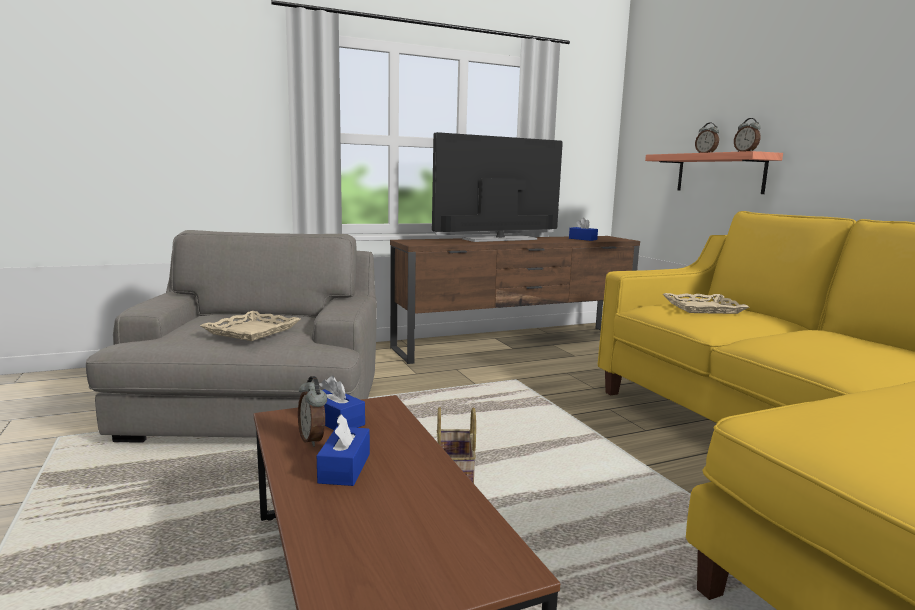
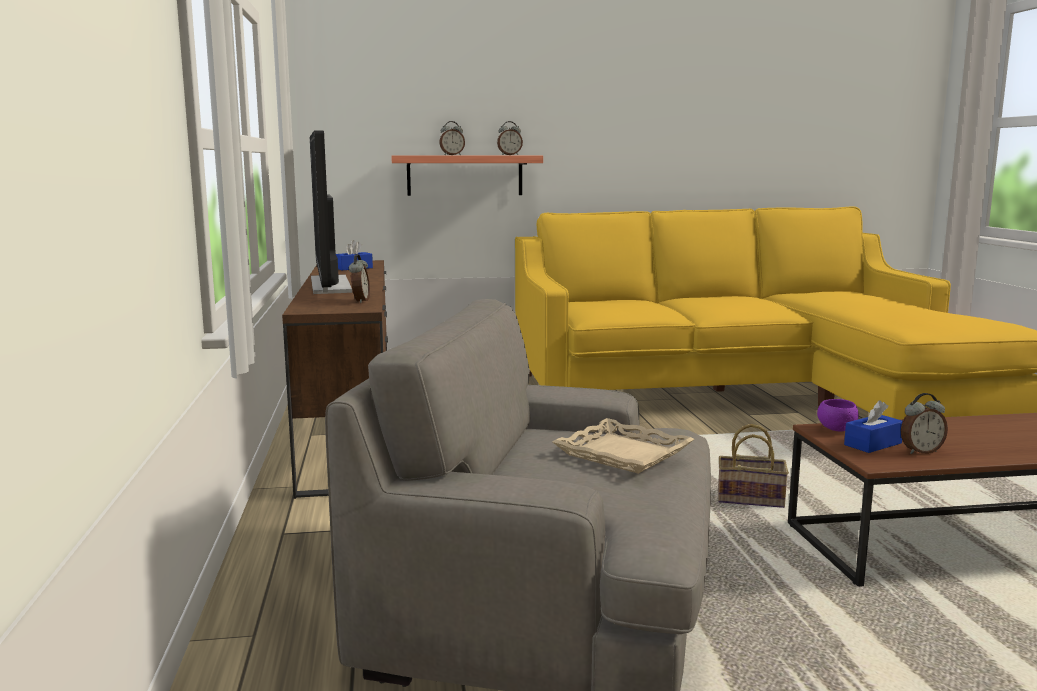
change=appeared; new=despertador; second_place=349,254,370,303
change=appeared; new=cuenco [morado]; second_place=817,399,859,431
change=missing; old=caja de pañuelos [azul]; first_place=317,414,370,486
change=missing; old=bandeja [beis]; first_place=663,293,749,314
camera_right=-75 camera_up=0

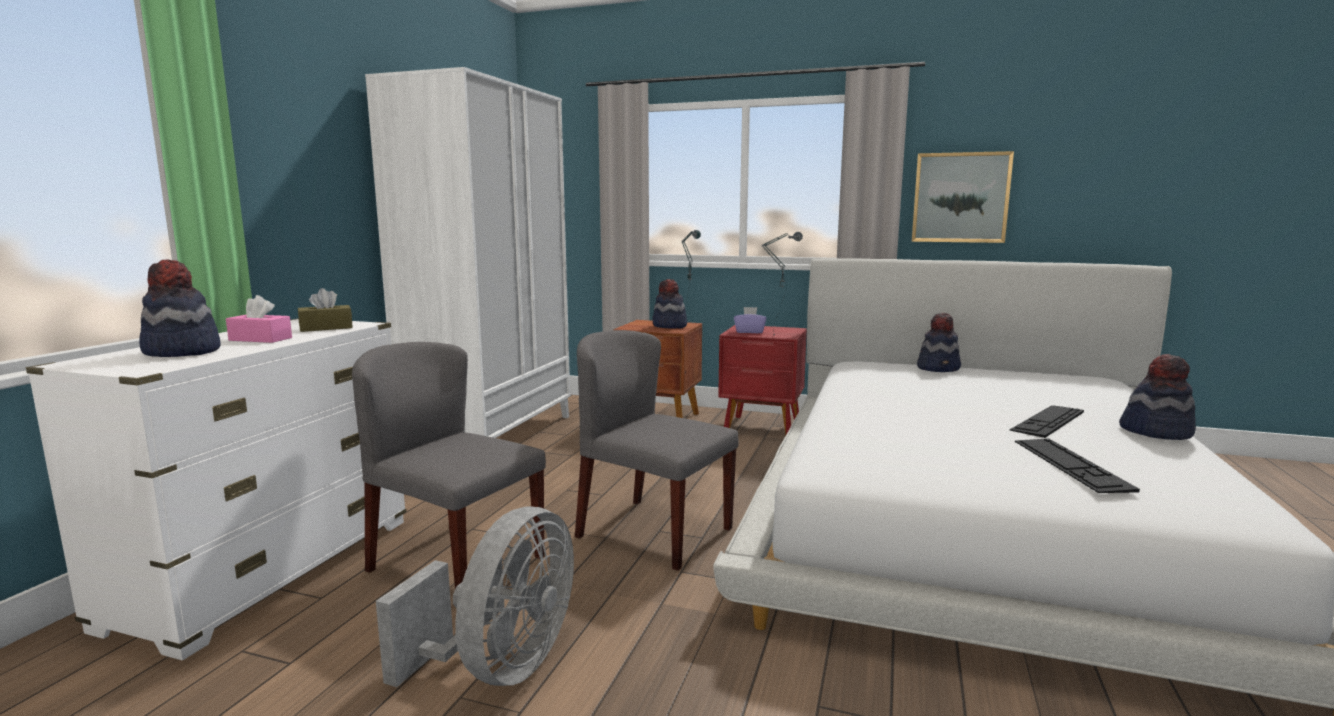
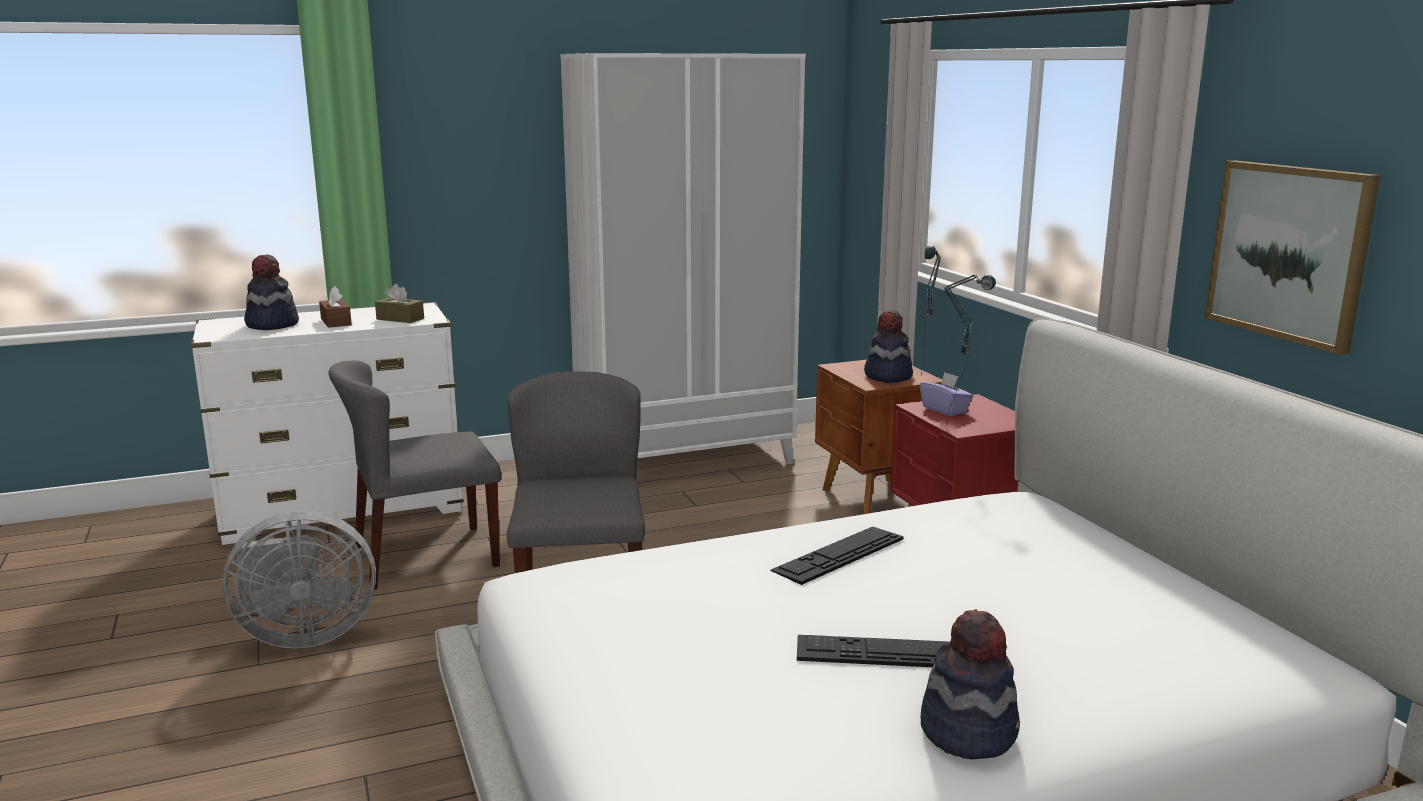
change=colour; old=caja de pañuelos [rosa]; new=caja de pañuelos [marrón]; first_place=226,295,292,343; second_place=319,286,352,328
change=spun; old=silla [gris]; first_place=352,342,546,589; second_place=329,360,501,590; degrees=-105
change=relocated; old=teclado; first_place=1015,438,1140,493; second_place=771,527,904,585
change=missing; old=sombrero; first_place=917,313,961,372
camera_right=50 camera_up=5

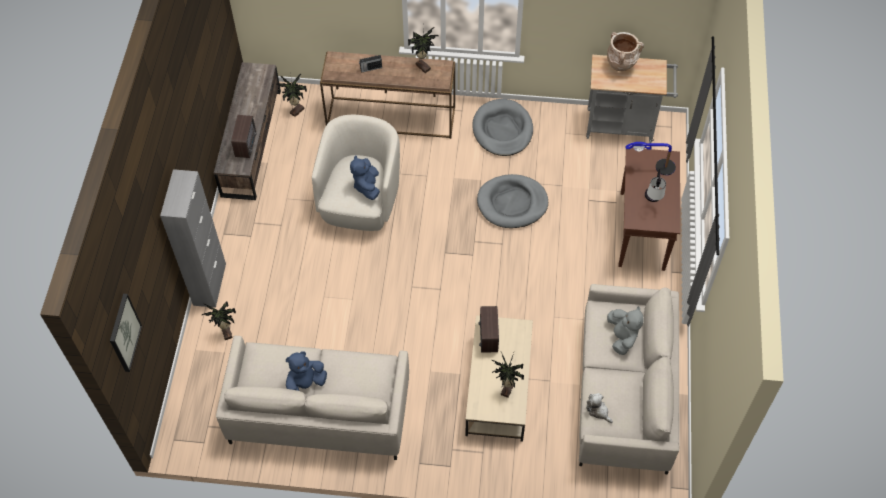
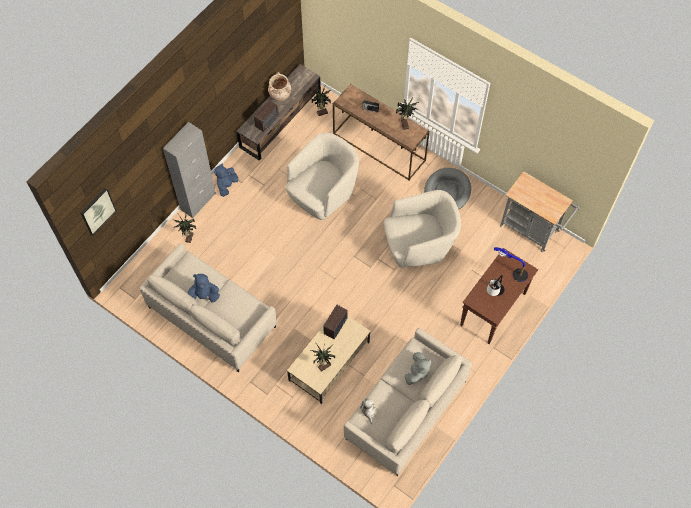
change=relocated; old=peluche [azul]; first_place=350,155,380,200; second_place=214,164,238,197
change=relocated; old=florero [beis]; first_place=607,32,644,71; second_place=268,72,291,101
change=exchanged; old=cama para perro [gris]; new=sillón [beis]; first_place=477,174,548,228; second_place=384,190,461,268
camera_right=30 camera_up=5

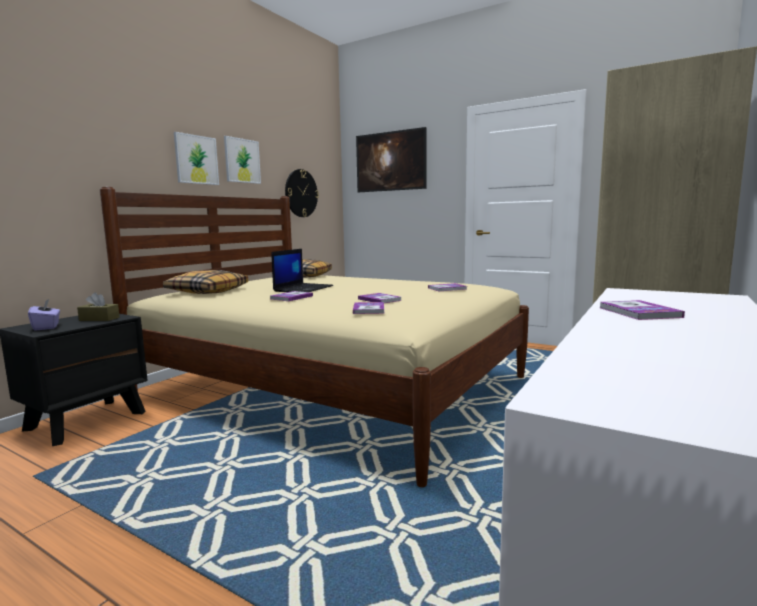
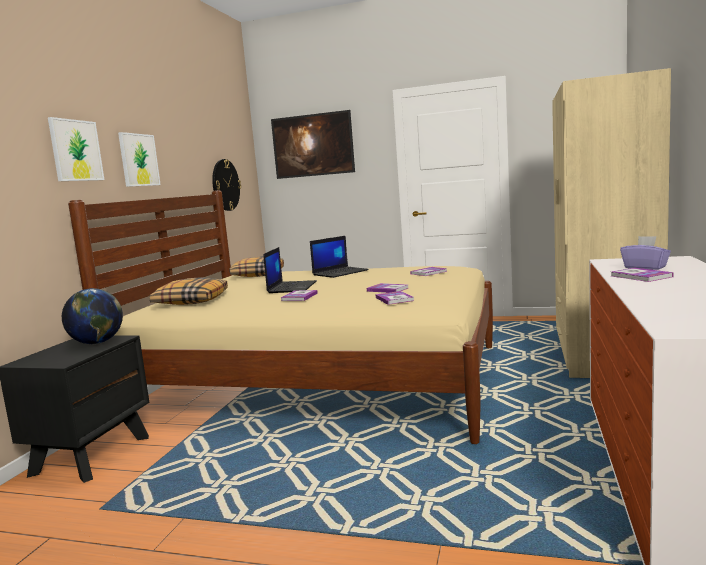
change=relocated; old=cuadro; first_place=224,136,261,184; second_place=48,117,104,181
change=exchanged; old=caja de pañuelos [marrón]; new=globo terráqueo; first_place=77,292,120,321; second_place=62,288,123,344
change=appeared; new=portátil; second_place=310,236,369,278
change=relocated; old=caja de pañuelos [morado]; first_place=28,299,60,331; second_place=620,236,671,270
camera_right=-15 camera_up=0

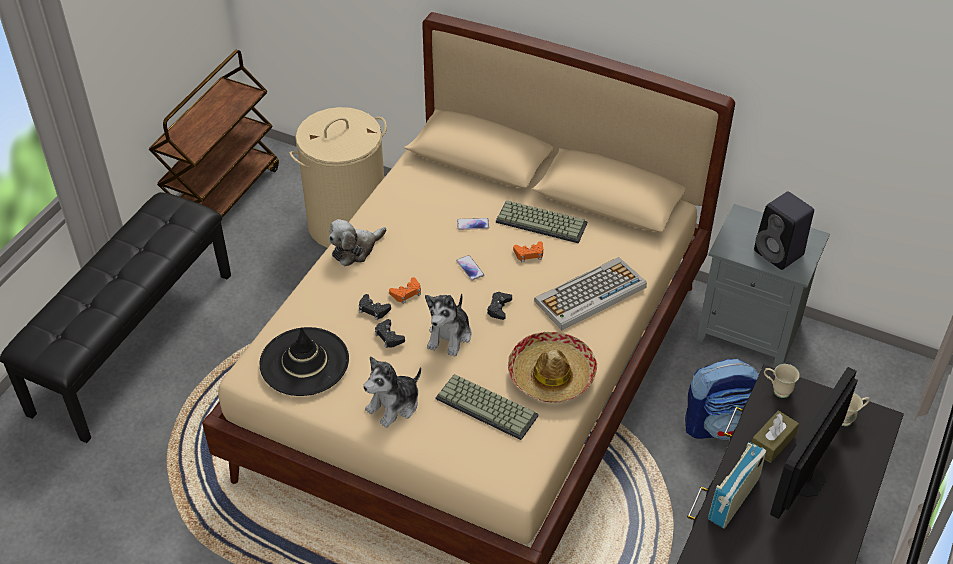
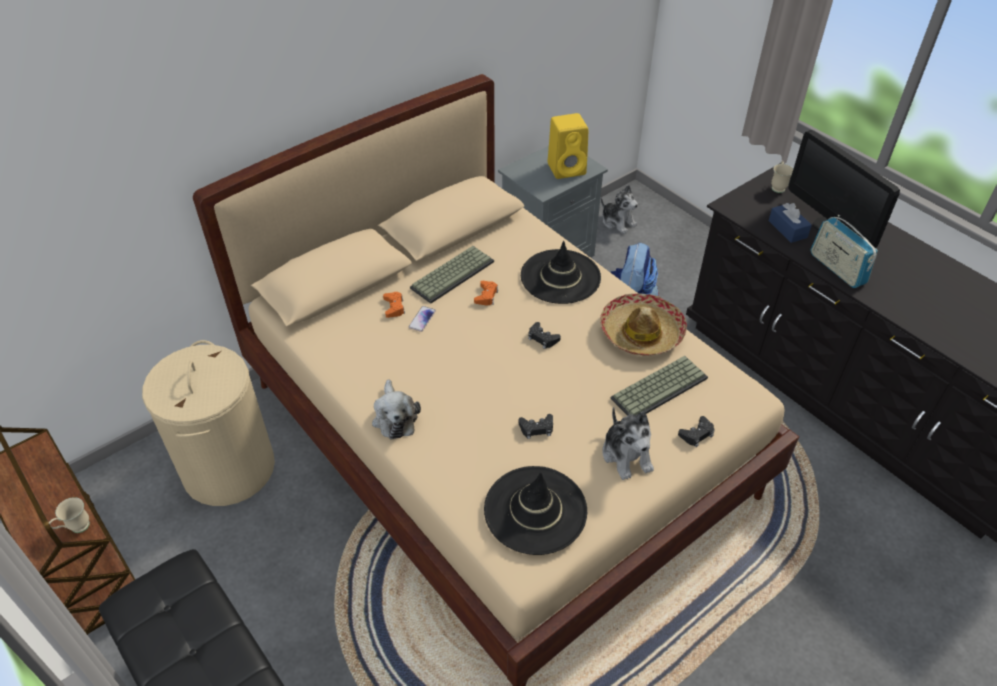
change=relocated; old=taza grande [beis]; first_place=764,364,800,398; second_place=49,497,90,533
change=relocated; old=mando de consola [naranja]; first_place=389,277,421,303; second_place=383,292,405,318
change=exchanged; old=teclado; new=sombrero [negro]; first_place=534,257,647,330; second_place=521,241,601,304
change=colour; old=altavoz [negro]; new=altavoz [amarillo]; first_place=754,191,814,270; second_place=548,113,588,179
change=relocated; old=peluche; first_place=425,293,472,357; second_place=601,185,638,234
change=relocated; old=mando de consola [negro]; first_place=359,294,391,320; second_place=678,416,715,447
change=colour; old=caja de pañuelos [marrón]; new=caja de pañuelos [azul]; first_place=752,411,799,463; second_place=769,203,812,243
change=missing; old=móvil; first_place=456,255,484,281
camera_right=-65 camera_up=0

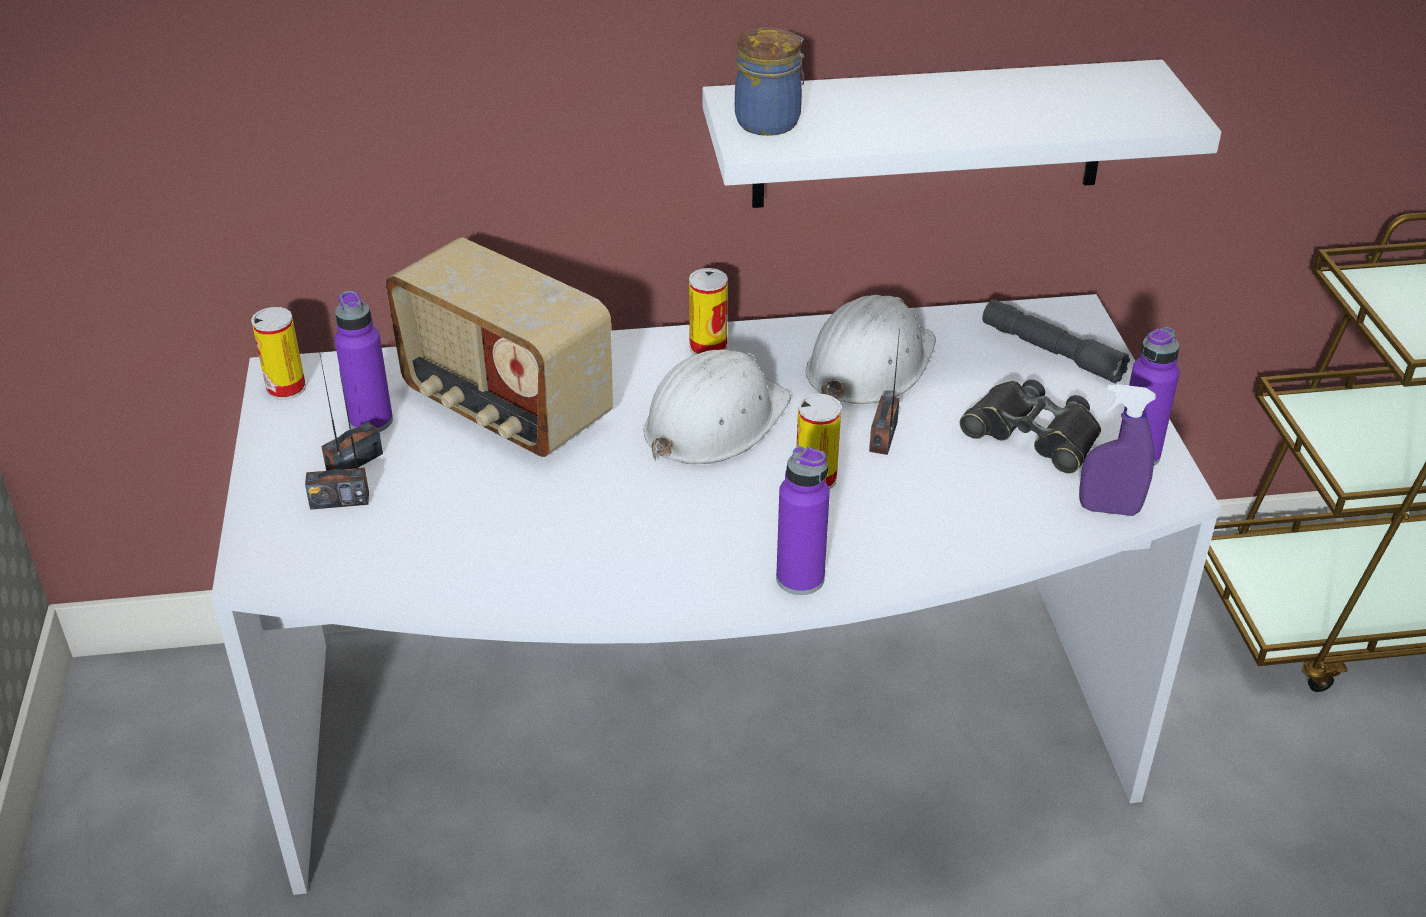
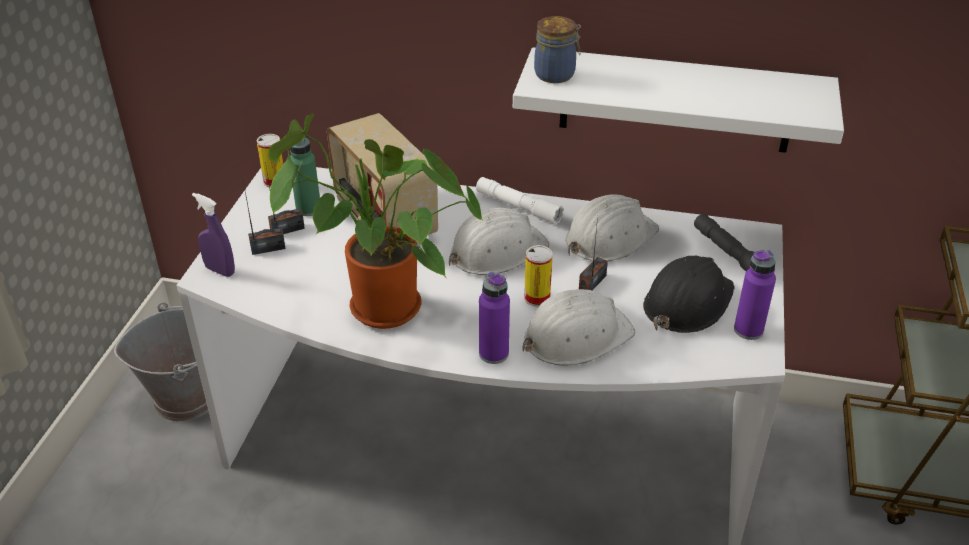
change=appeared; new=cubo [gris]; second_place=114,302,208,421
change=relocated; old=pulverizador [morado]; first_place=1079,384,1156,516; second_place=192,193,235,277
change=spun; old=radio; first_place=305,369,369,510; second_place=243,181,286,255; degrees=150
change=appeared; new=planta en maceta; second_place=268,114,483,329
change=colour; old=botella [morado]; new=botella [verde]; first_place=334,291,393,432; second_place=290,136,320,216
change=exchanged; old=lata; new=linterna [blanco]; first_place=689,268,728,355; second_place=476,177,564,225
change=appeared; new=casco [blanco]; second_place=522,289,635,366
change=exchanged; old=prismáticos [negro]; new=casco [negro]; first_place=960,379,1101,474; second_place=643,256,735,333
camera_right=20 camera_up=0

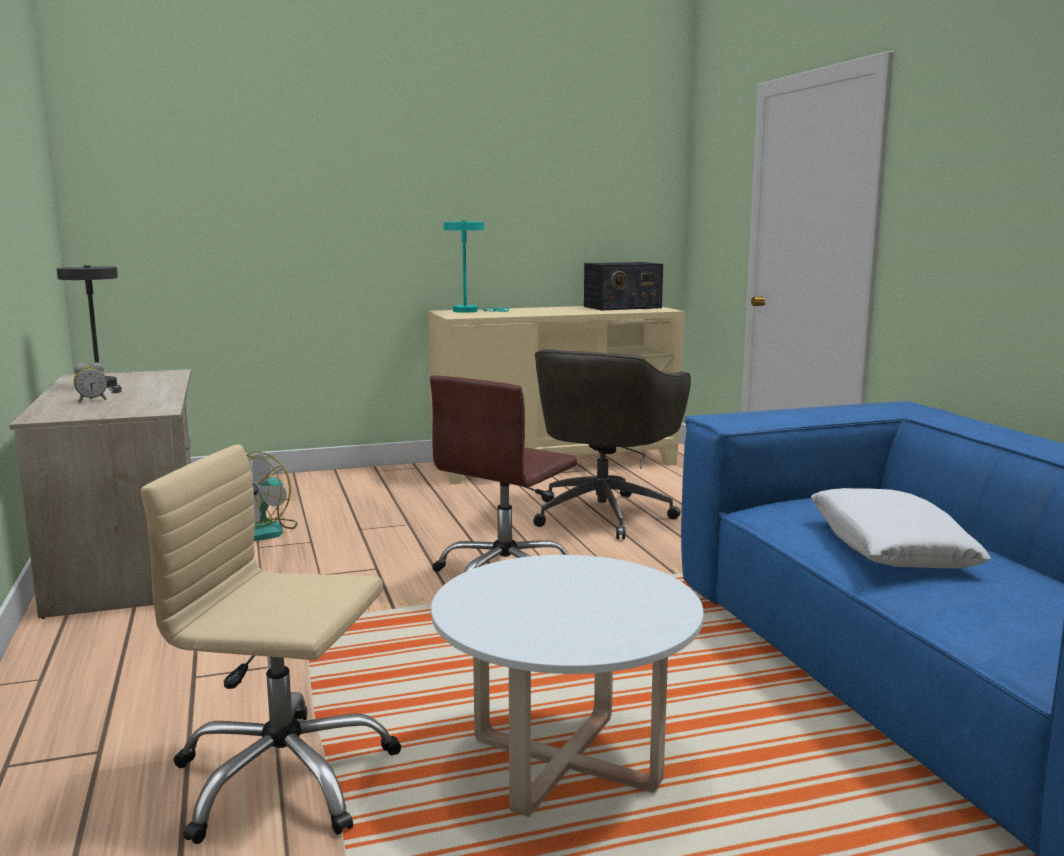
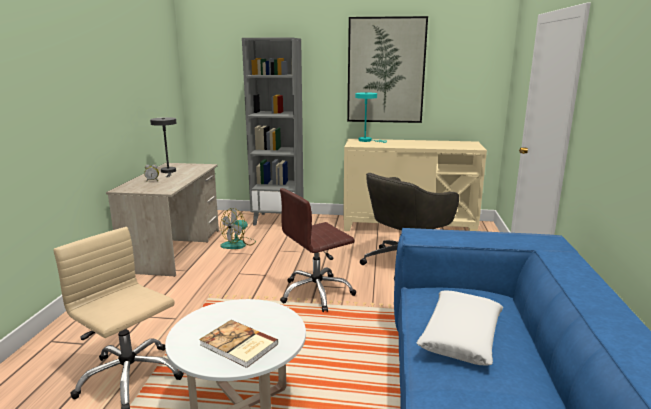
change=appeared; new=libro; second_place=199,320,278,368
change=appeared; new=estantería [gris]; second_place=242,38,304,225
change=appeared; new=cuadro; second_place=347,16,428,123
change=missing; old=radio; first_place=584,262,663,311
camera_right=25 camera_up=5

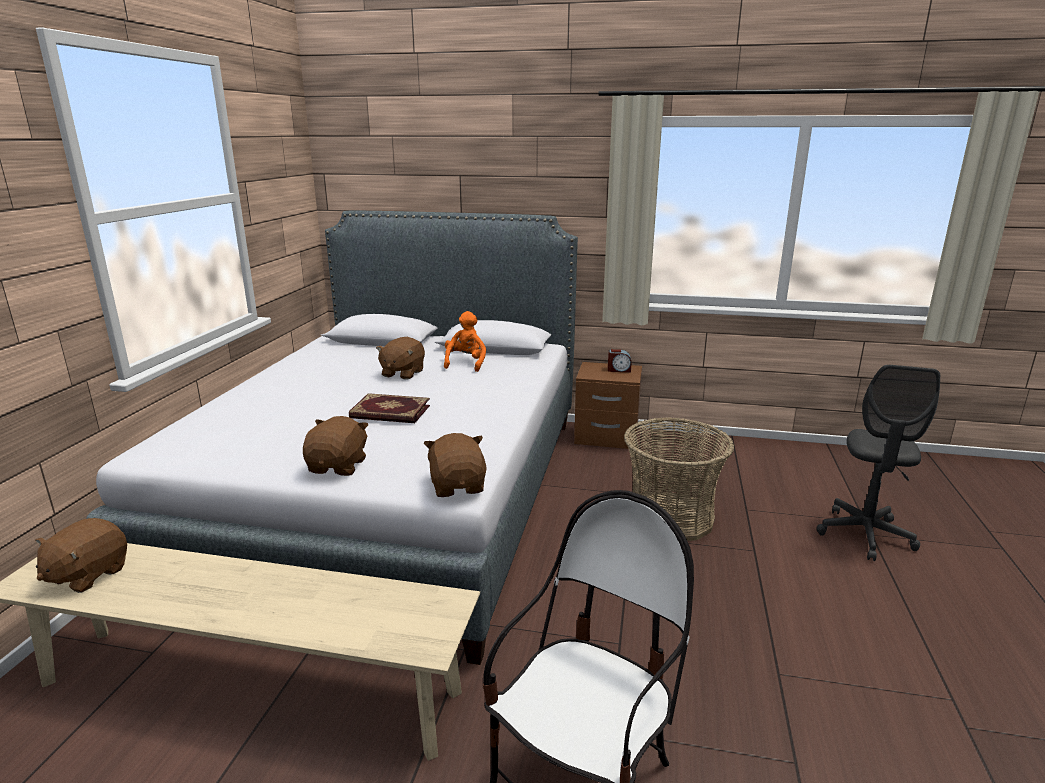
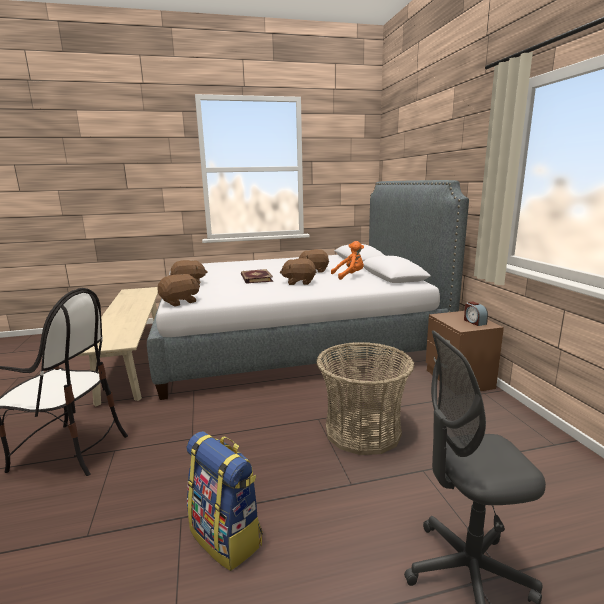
change=appeared; new=mochila; second_place=187,431,263,571
change=relocated; old=peluche [marrón]; first_place=35,518,127,593; second_place=280,258,317,285
camera_right=65 camera_up=-5

